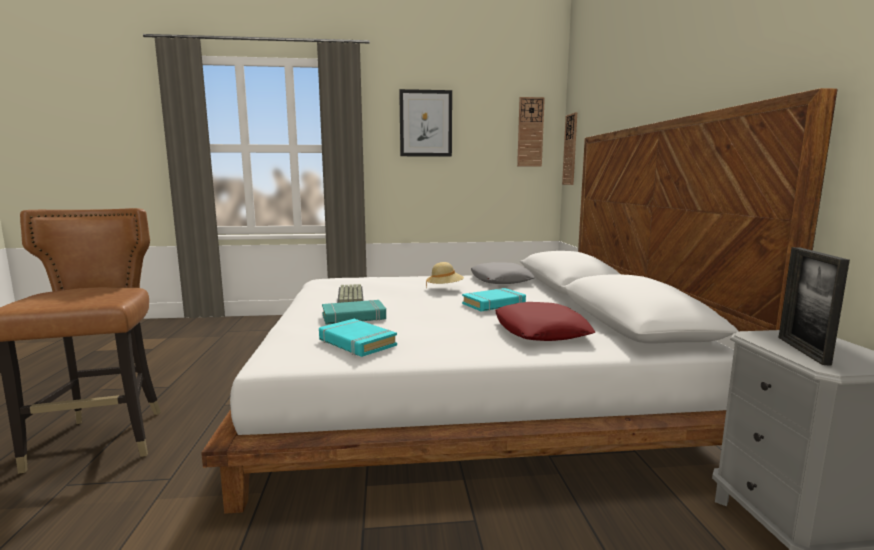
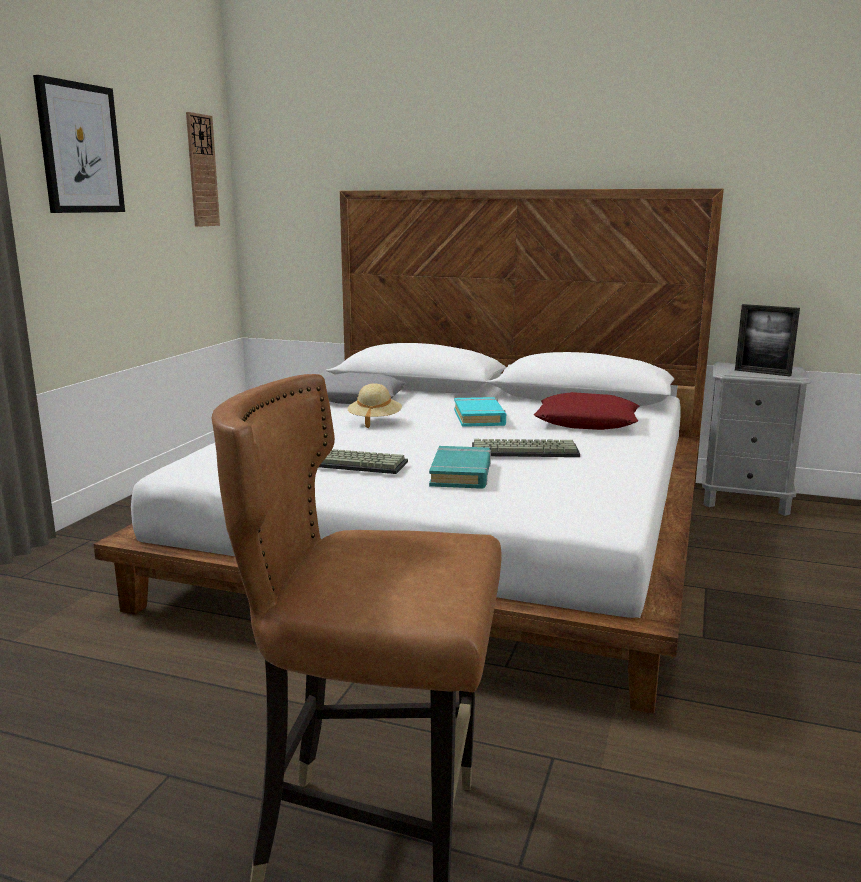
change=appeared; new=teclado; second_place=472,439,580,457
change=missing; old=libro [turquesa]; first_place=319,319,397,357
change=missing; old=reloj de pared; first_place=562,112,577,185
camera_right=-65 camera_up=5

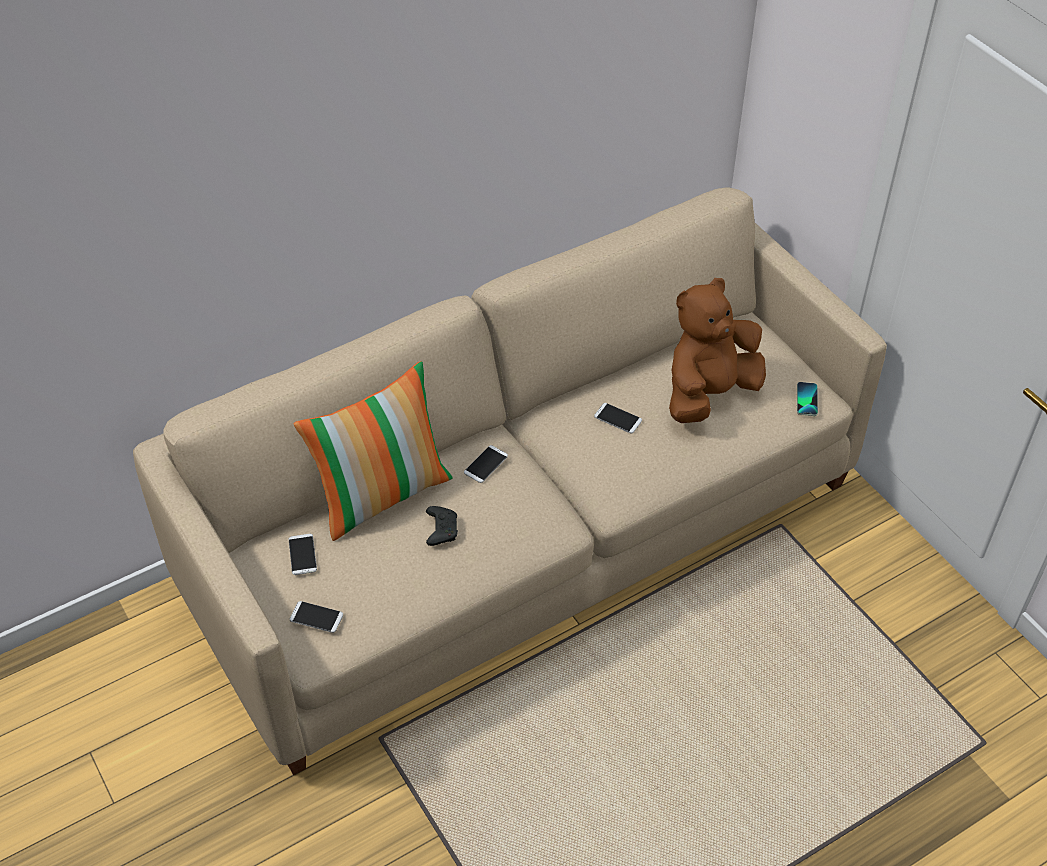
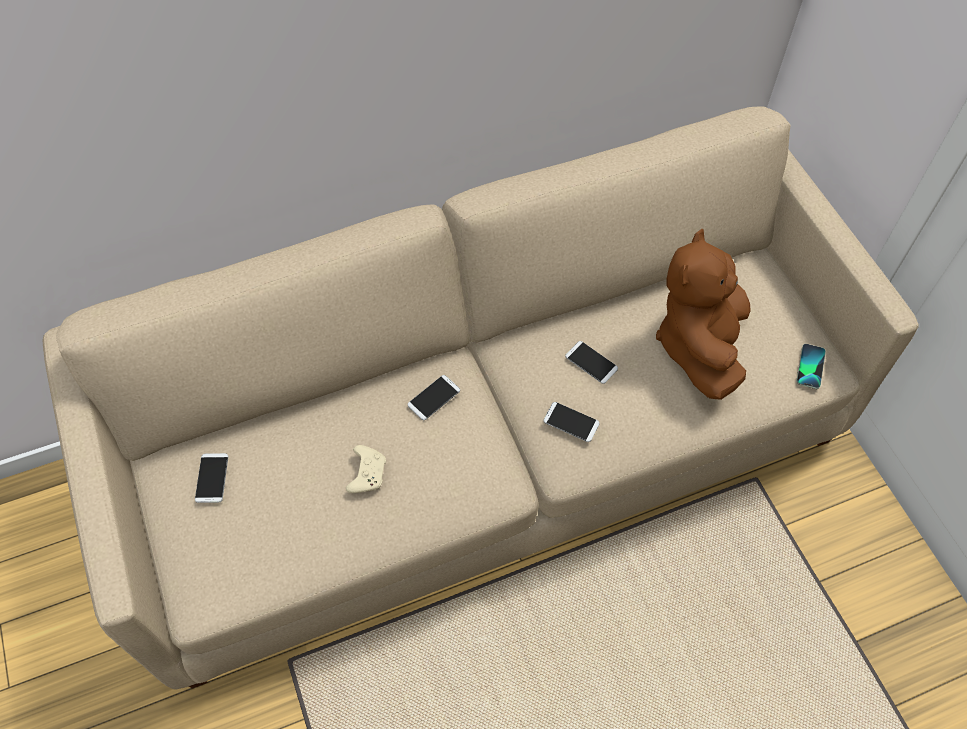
change=colour; old=mando de consola [negro]; new=mando de consola [beis]; first_place=426,506,458,546; second_place=346,445,386,493
change=relocated; old=móvil; first_place=290,601,343,633; second_place=543,402,600,442
change=spun; old=peluche [marrón]; first_place=669,278,766,423; second_place=656,229,751,400; degrees=-45
change=missing; old=cojín; first_place=294,361,453,541
camera_right=10 camera_up=10

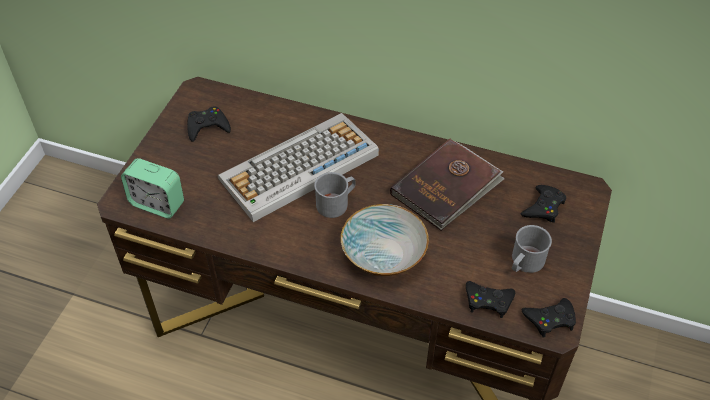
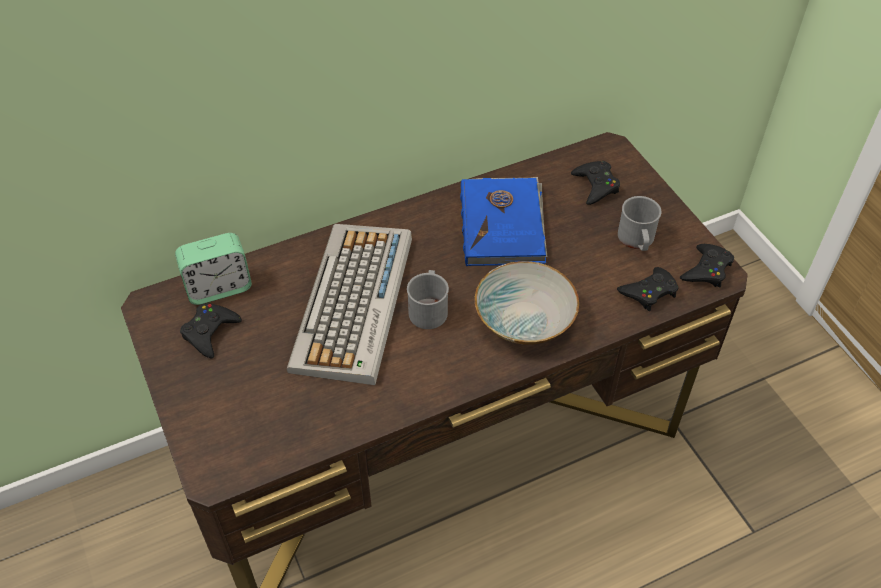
change=relocated; old=despertador; first_place=121,158,184,218; second_place=175,233,252,305
change=colour; old=libro [marrón]; new=libro [azul]; first_place=390,139,505,231; second_place=460,177,547,266
camera_right=-45 camera_up=0

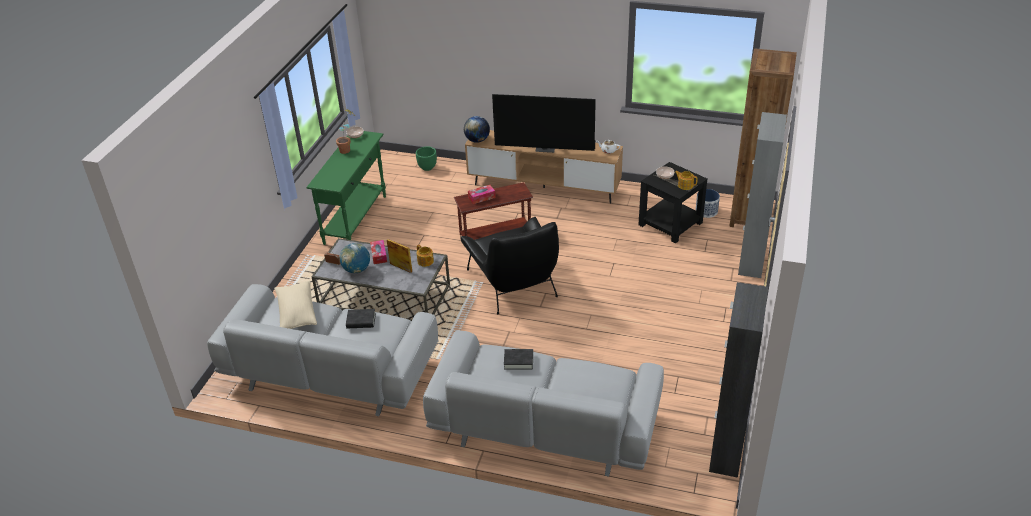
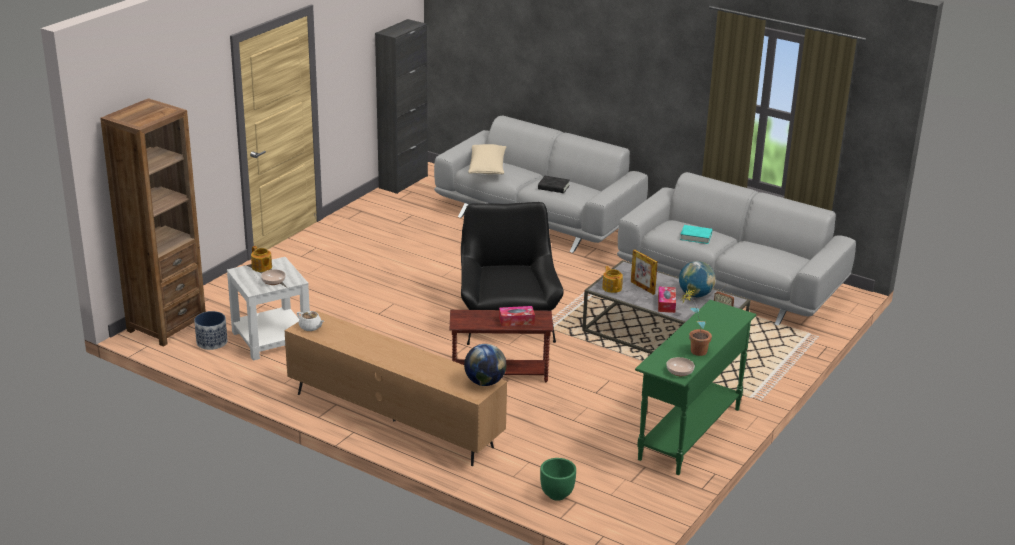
change=colour; old=mesa auxiliar [negro]; new=mesa auxiliar [blanco]; first_place=639,162,708,244; second_place=227,257,310,361
change=relocated; old=cojín [beis]; first_place=274,281,317,329; second_place=468,144,506,175
change=colour; old=libro [negro]; new=libro [turquesa]; first_place=346,309,376,328; second_place=680,225,712,244
change=missing; old=televisor; first_place=492,94,596,153
change=missing; old=armario [gris]; first_place=738,112,787,278
camera_right=-165 camera_up=-10

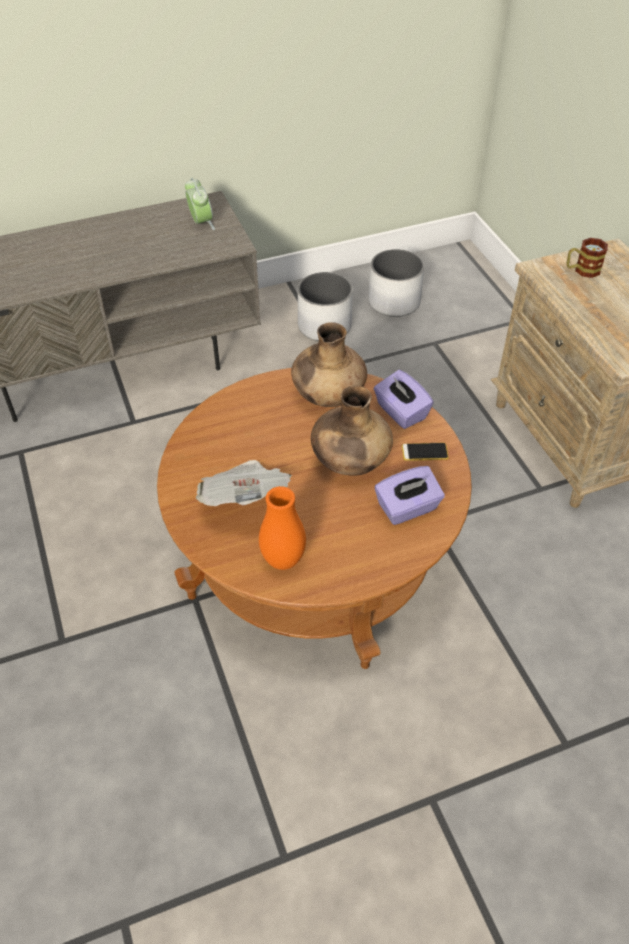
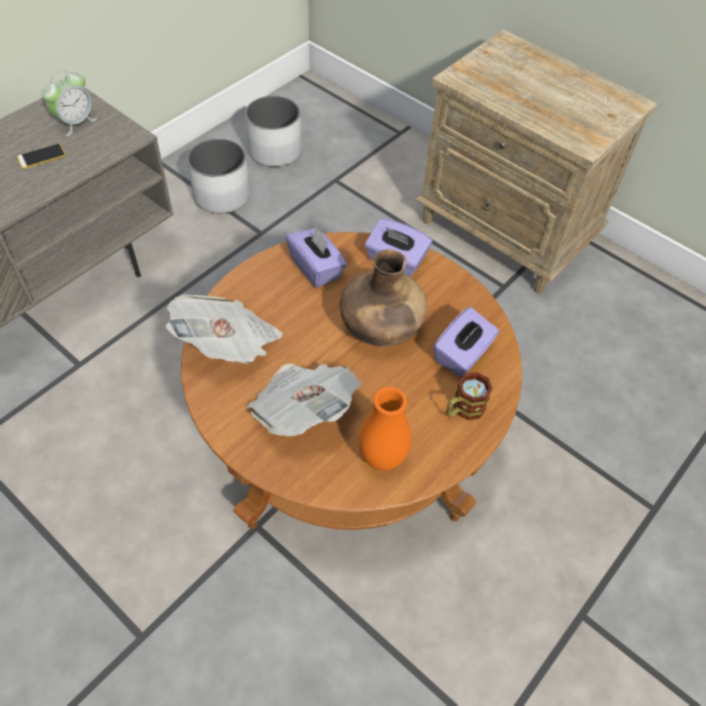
change=relocated; old=móvil; first_place=402,443,449,461; second_place=17,144,66,169
change=spun; old=despertador; first_place=185,178,215,230; second_place=41,70,97,136; degrees=90
change=appeared; new=periódico; second_place=165,294,283,364
change=exchanged; old=florero [marrón]; new=caja de pañuelos [morado]; first_place=291,322,367,407; second_place=286,226,347,288
change=relocated; old=taza grande; first_place=566,238,608,278; second_place=446,372,493,420
camera_right=-30 camera_up=5

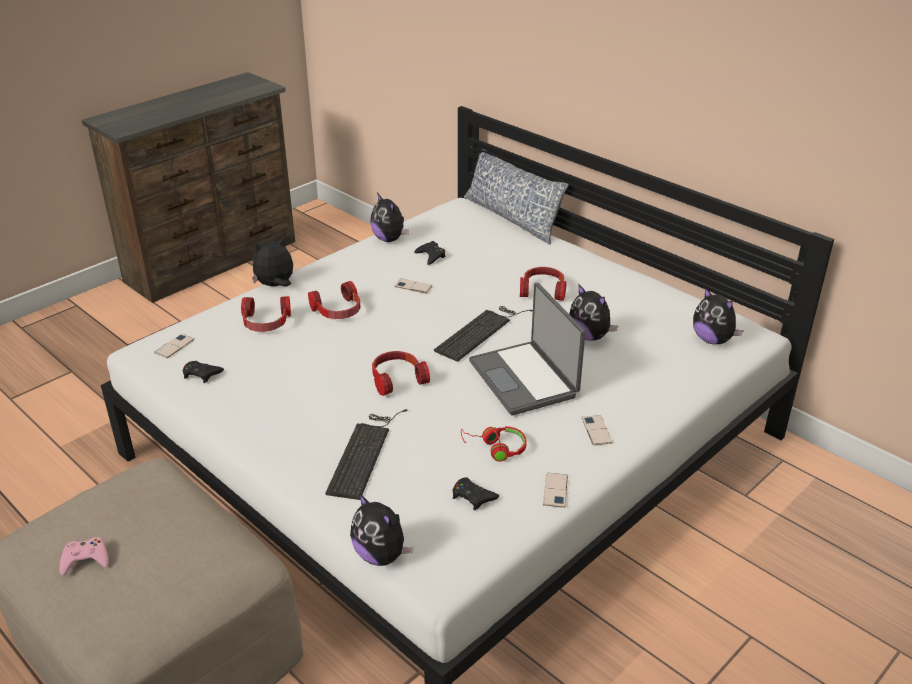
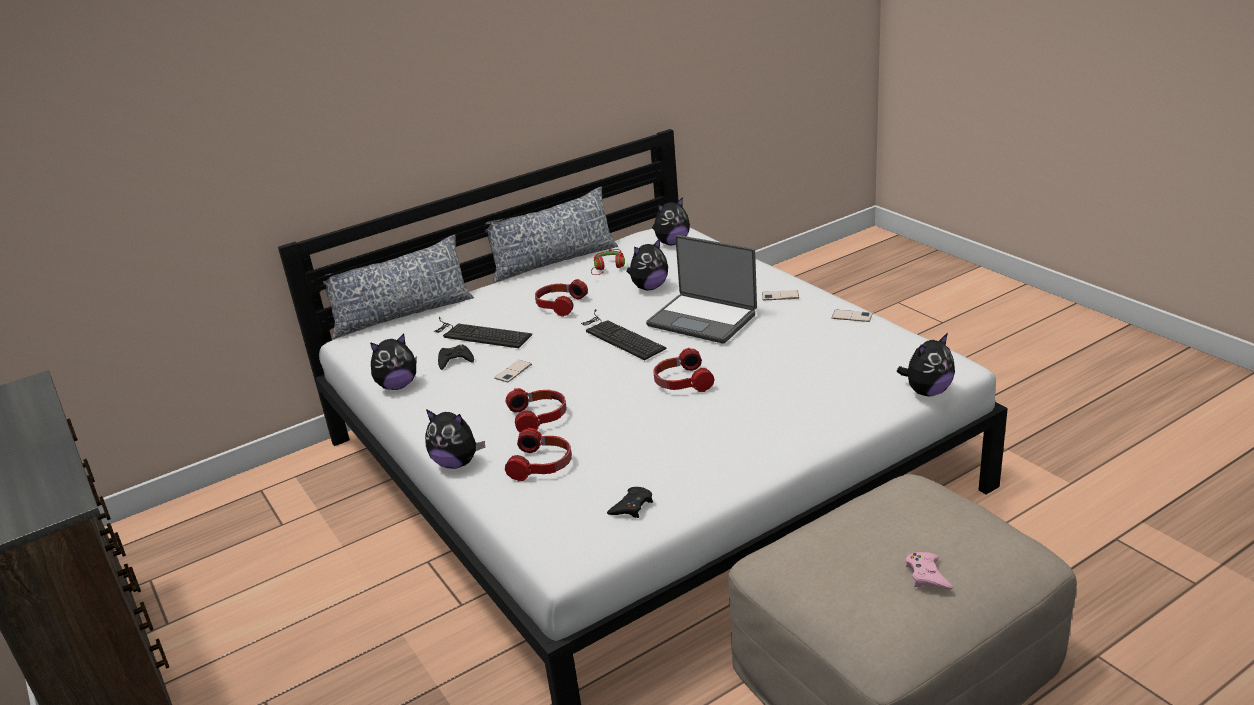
change=spun; old=peluche; first_place=252,236,293,287; second_place=425,409,485,469; degrees=-60
change=relocated; old=teclado; first_place=326,409,407,500; second_place=434,317,532,348
change=appeared; new=cojín; second_place=485,187,618,283
change=relocated; old=auriculares [rojo]; first_place=461,426,527,462; second_place=591,249,625,275
change=spun; old=portátil; first_place=469,283,585,415; second_place=646,235,757,344; degrees=45
change=missing; old=móvil; first_place=154,334,194,358
change=missing; old=mando de consola [negro]; first_place=452,477,499,511
camera_right=-75 camera_up=-5

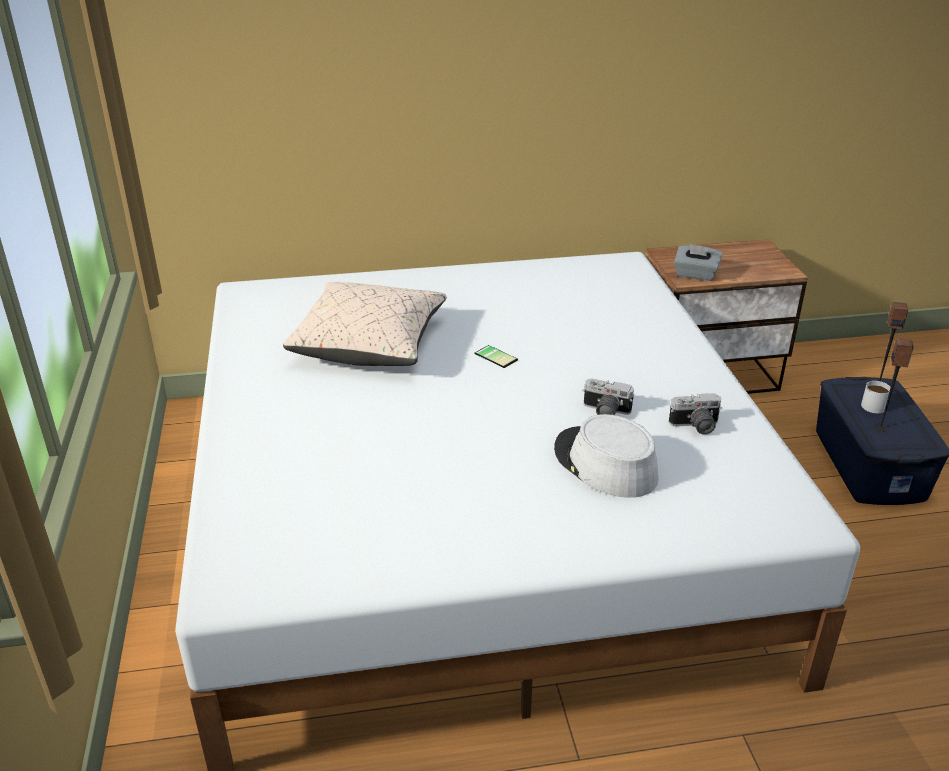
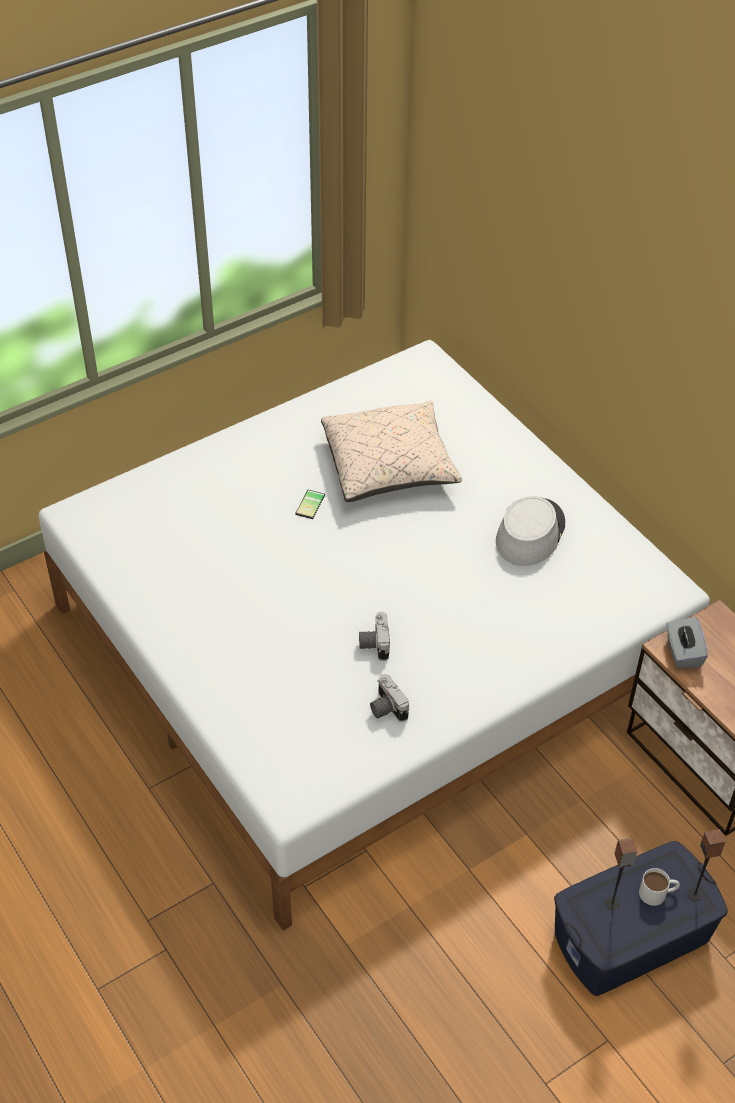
change=relocated; old=móvil; first_place=475,345,518,368; second_place=295,490,325,519
change=relocated; old=sombrero [gris]; first_place=554,414,659,498; second_place=496,496,565,566
camera_right=65 camera_up=15

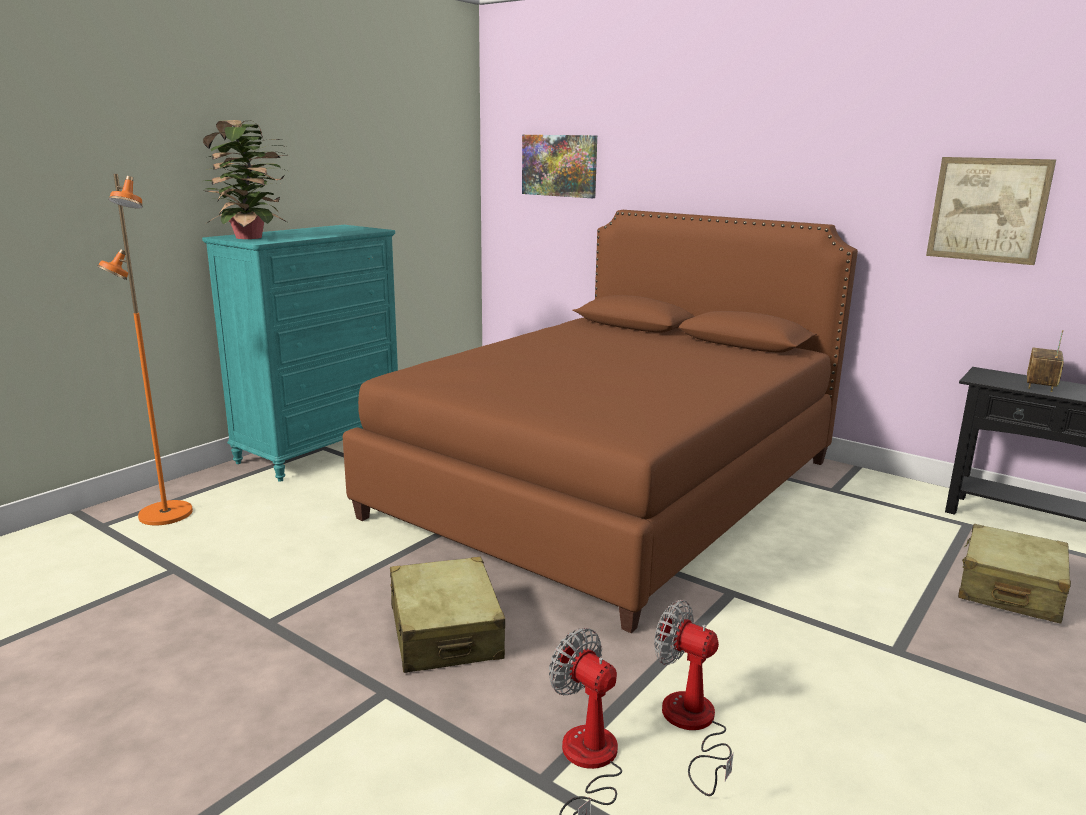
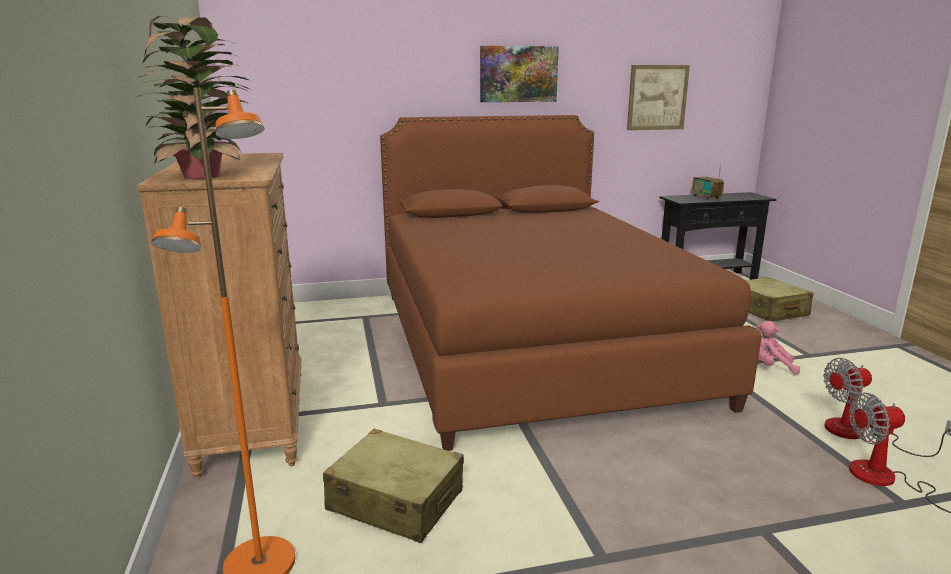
change=colour; old=cómoda [turquesa]; new=cómoda [marrón]; first_place=202,225,398,482; second_place=137,153,302,479
change=relocated; old=maleta [beis]; first_place=390,556,505,673; second_place=323,428,464,543
change=relocated; old=cuadro; first_place=522,135,597,198; second_place=480,46,559,102
change=appeared; new=peluche [rosa]; second_place=756,321,800,375
camera_right=-50 camera_up=0

